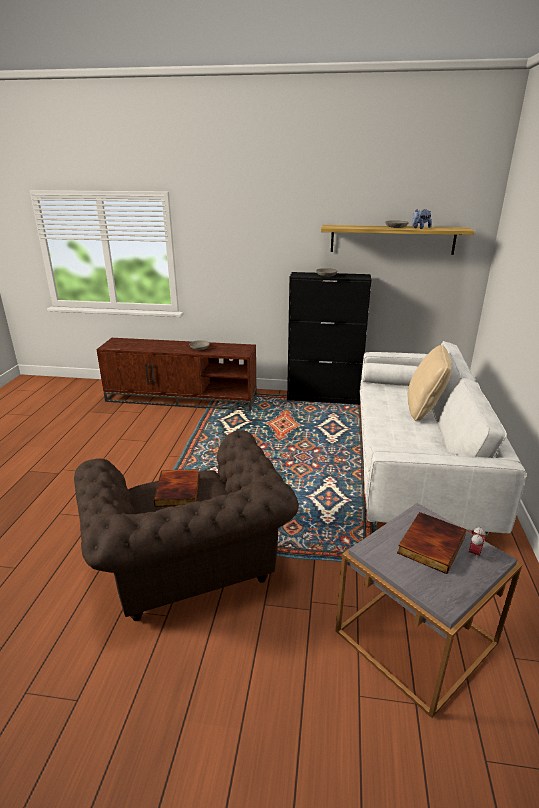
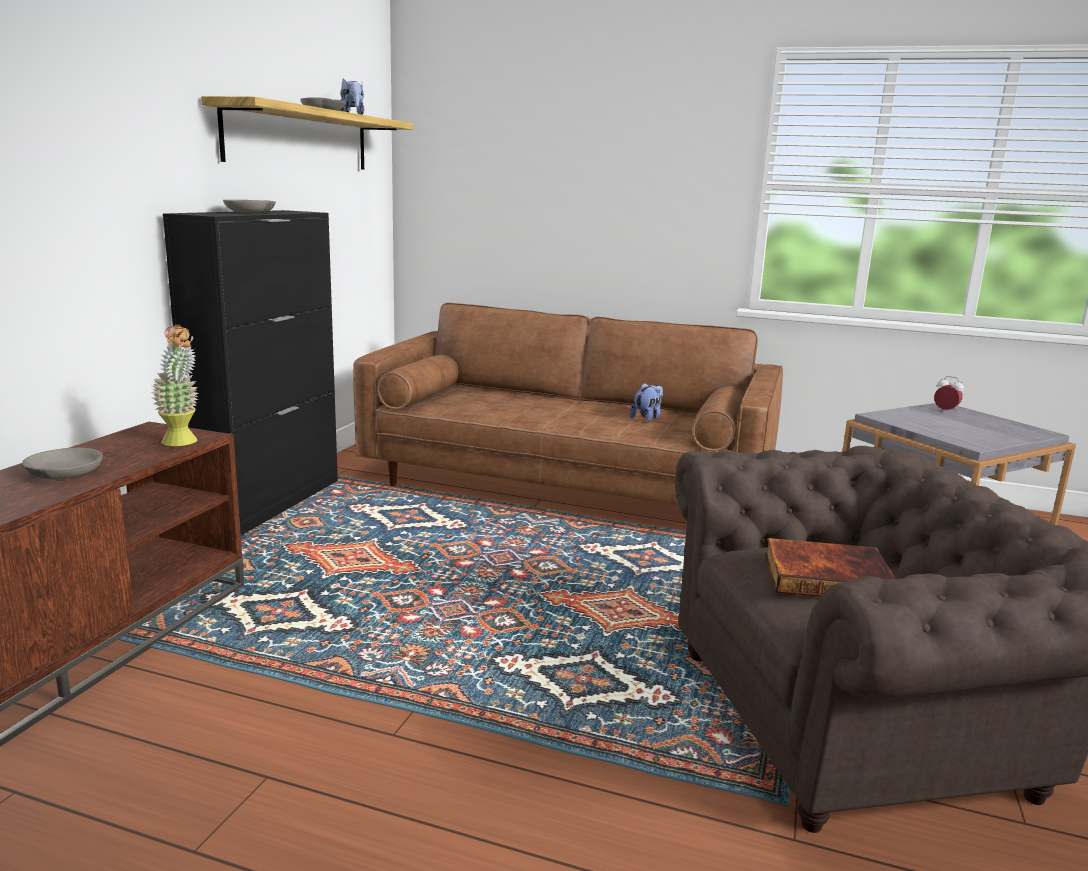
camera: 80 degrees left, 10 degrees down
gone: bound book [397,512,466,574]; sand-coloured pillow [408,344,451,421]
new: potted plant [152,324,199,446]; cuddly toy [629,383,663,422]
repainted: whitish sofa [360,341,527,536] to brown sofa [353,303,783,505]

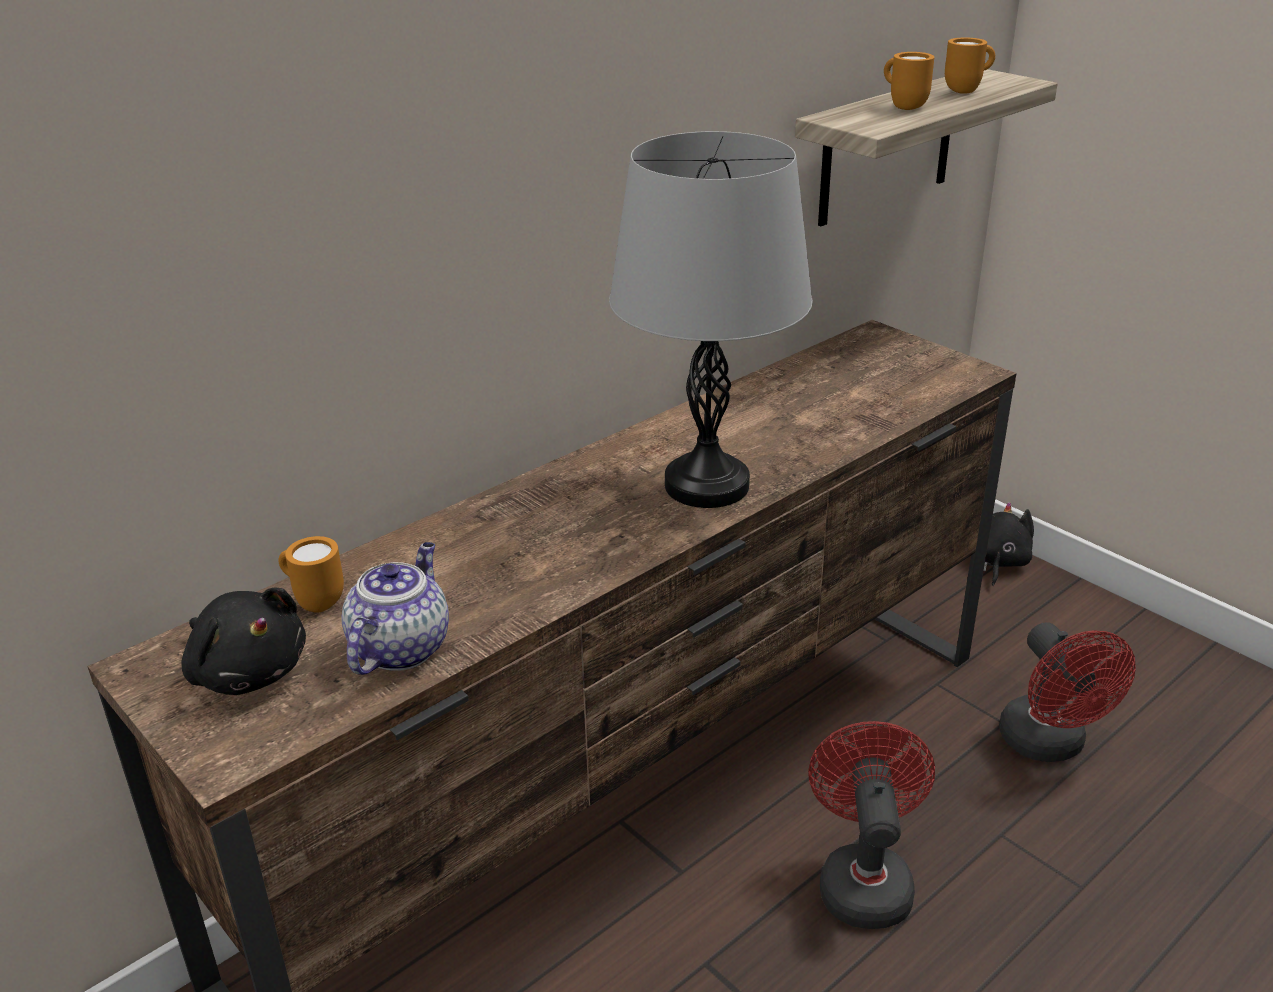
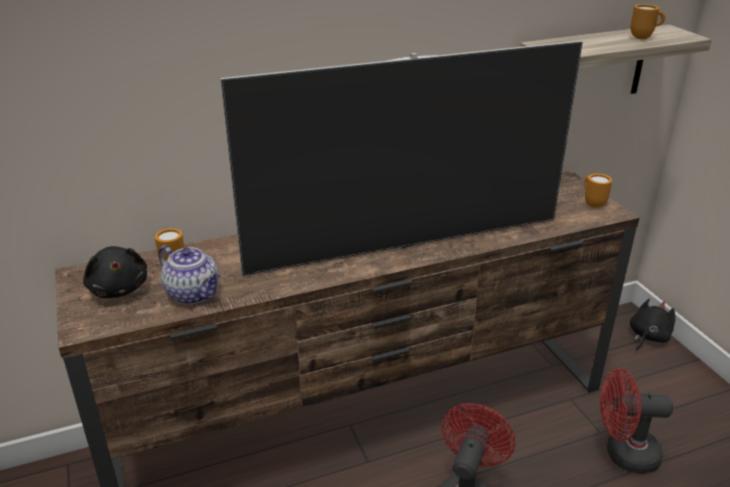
camera: 20 degrees right, 0 degrees up
shifted: orange-coloured mug [884,52,934,110] to [584,173,612,208]
swapped: grey table lamp [609,131,813,508] to TV [220,41,583,276]
rotated: pot for tea [342,542,449,675] = [158,245,220,304] 90 degrees clockwise; red-coloured fan [999,622,1136,762] = [600,368,673,473] 90 degrees clockwise

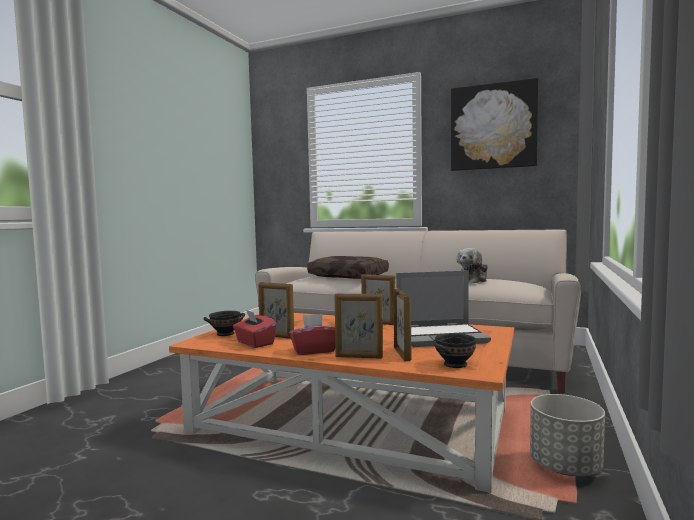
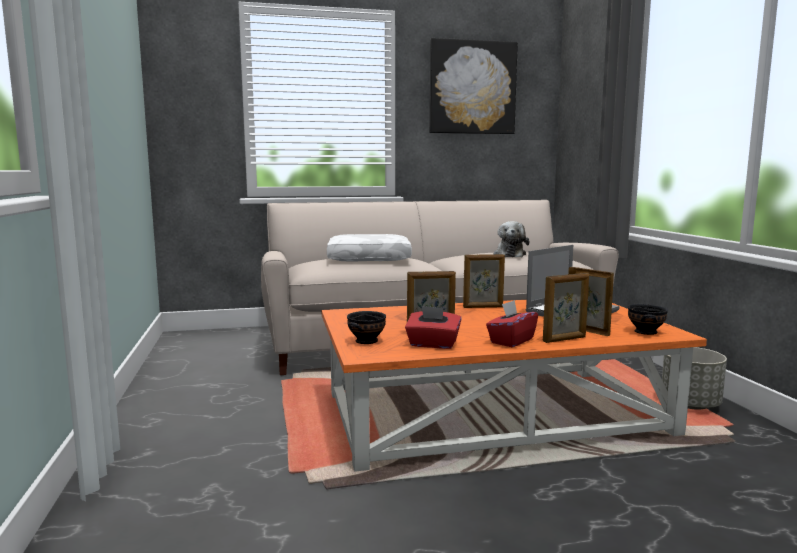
camera: 35 degrees left, 5 degrees up
repainted: brown pillow [307,256,389,279] to whitish pillow [327,234,412,262]

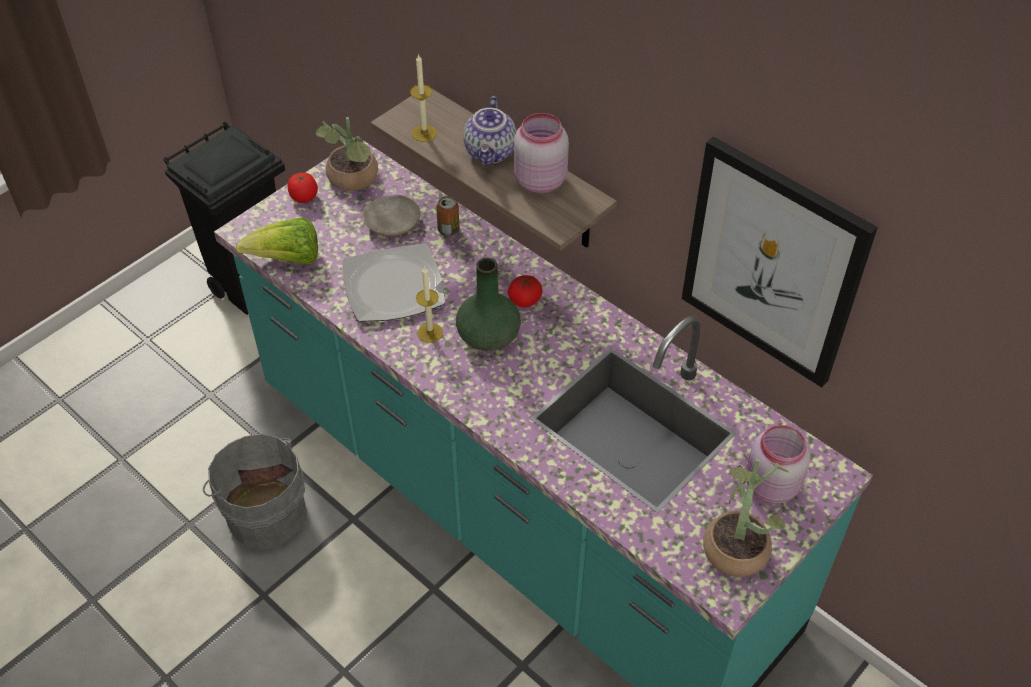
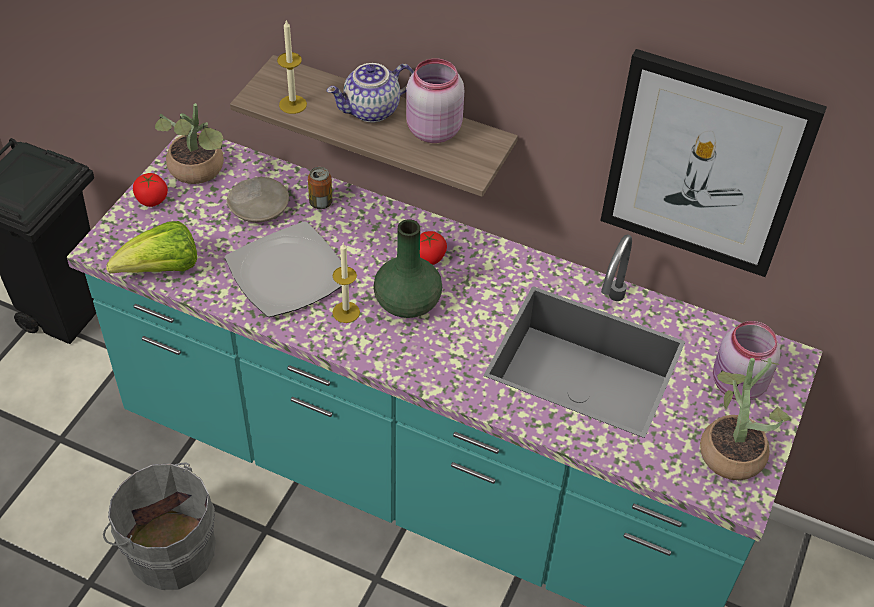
camera: 20 degrees left, 0 degrees up
rotated: pot for tea [463,96,517,165] = [326,63,414,123] 75 degrees clockwise

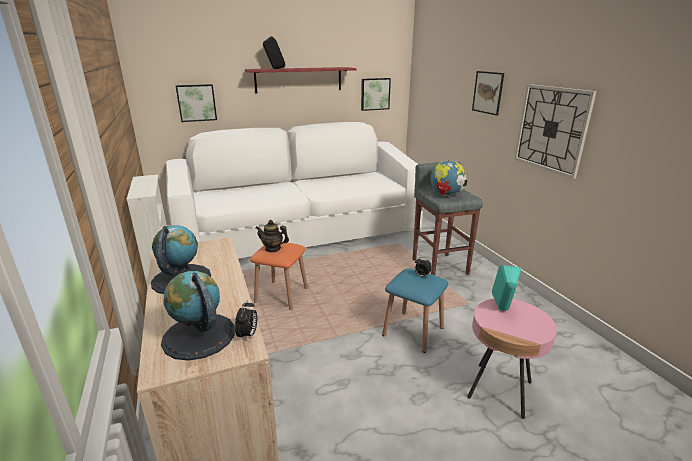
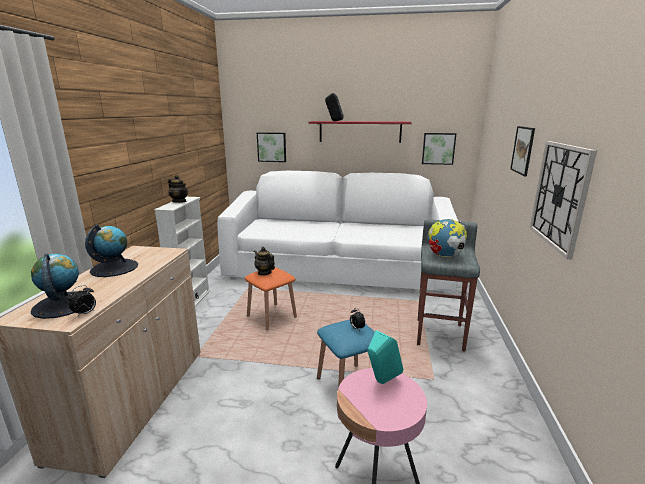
camera: 30 degrees right, 5 degrees down
new: pot for tea [168,175,188,203]

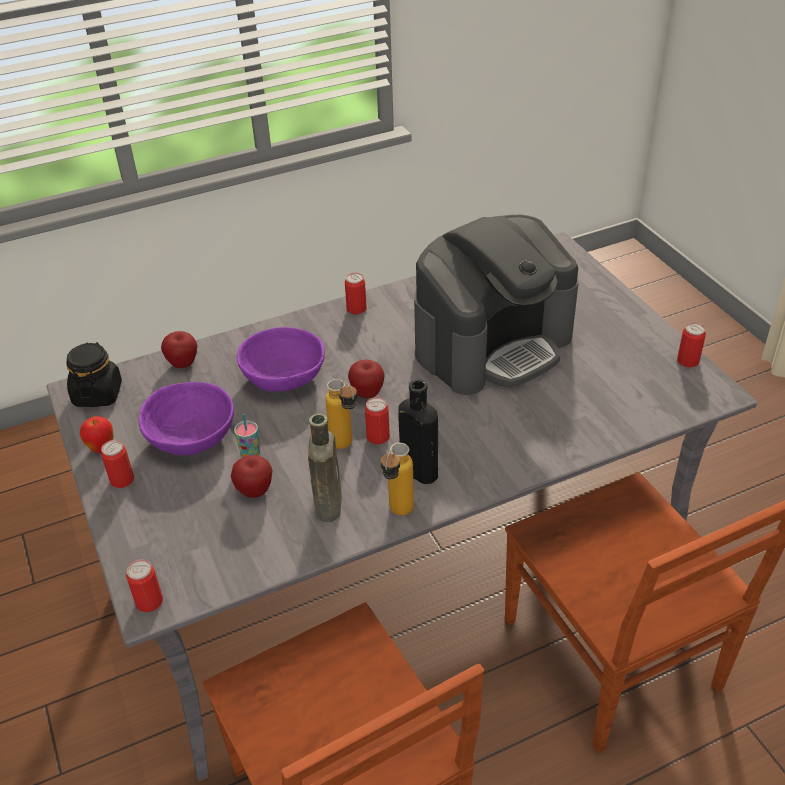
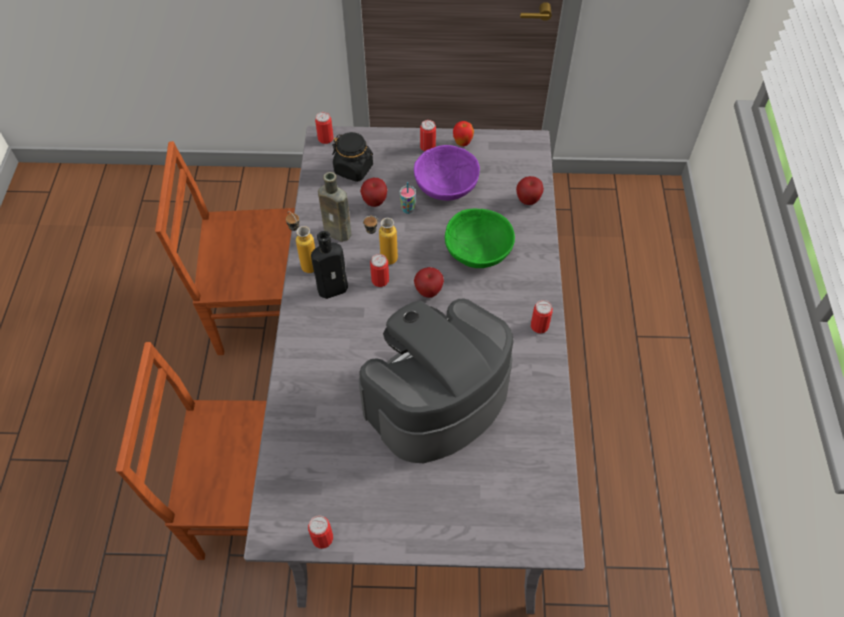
camera: 115 degrees right, 15 degrees up
shifted: black-coloured jar [66,342,122,407] to [332,132,373,182]
repainted: purple-coloured serving bowl [237,327,325,392] to green serving bowl [445,209,515,268]
rotated: coffee brewer [414,215,579,395] = [359,298,514,463] 60 degrees clockwise

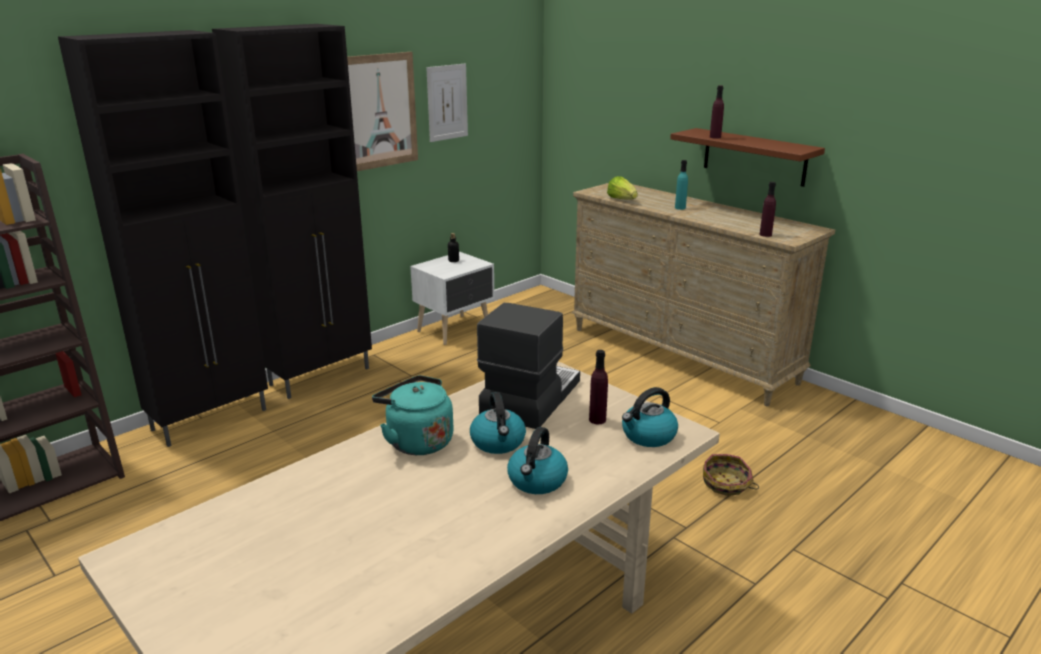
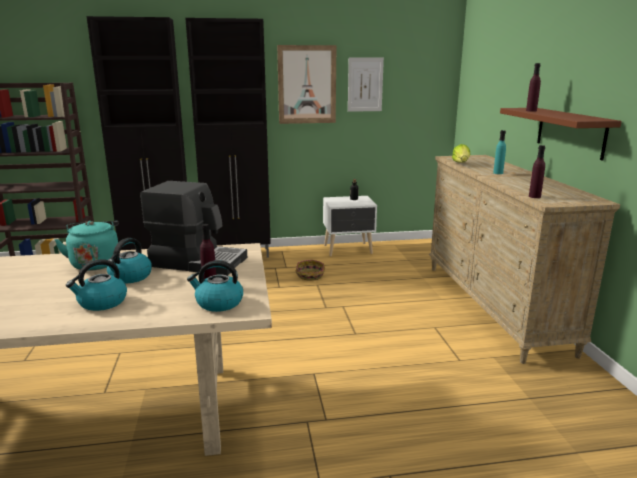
camera: 35 degrees right, 5 degrees down
shifted: basket [703,454,759,496] to [295,260,325,281]
rotated: coffee brewer [477,303,580,429] = [140,181,247,276] 45 degrees clockwise

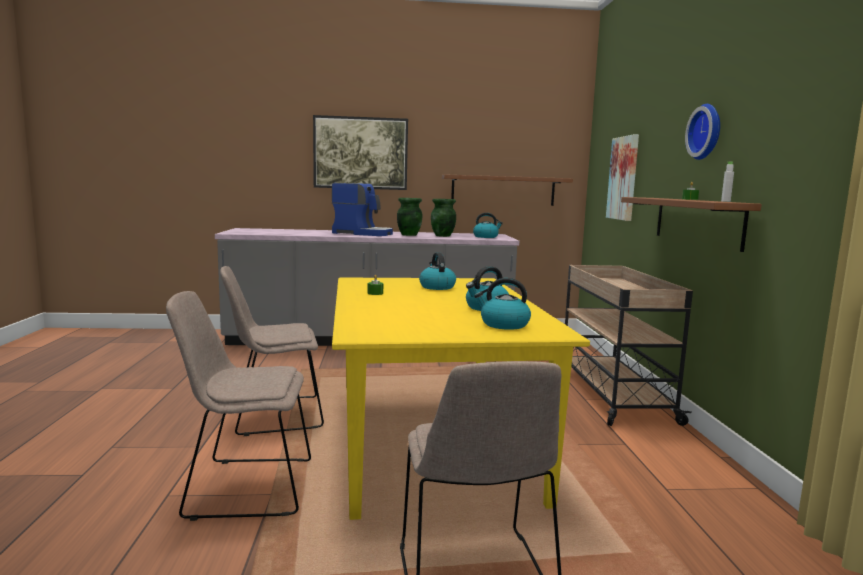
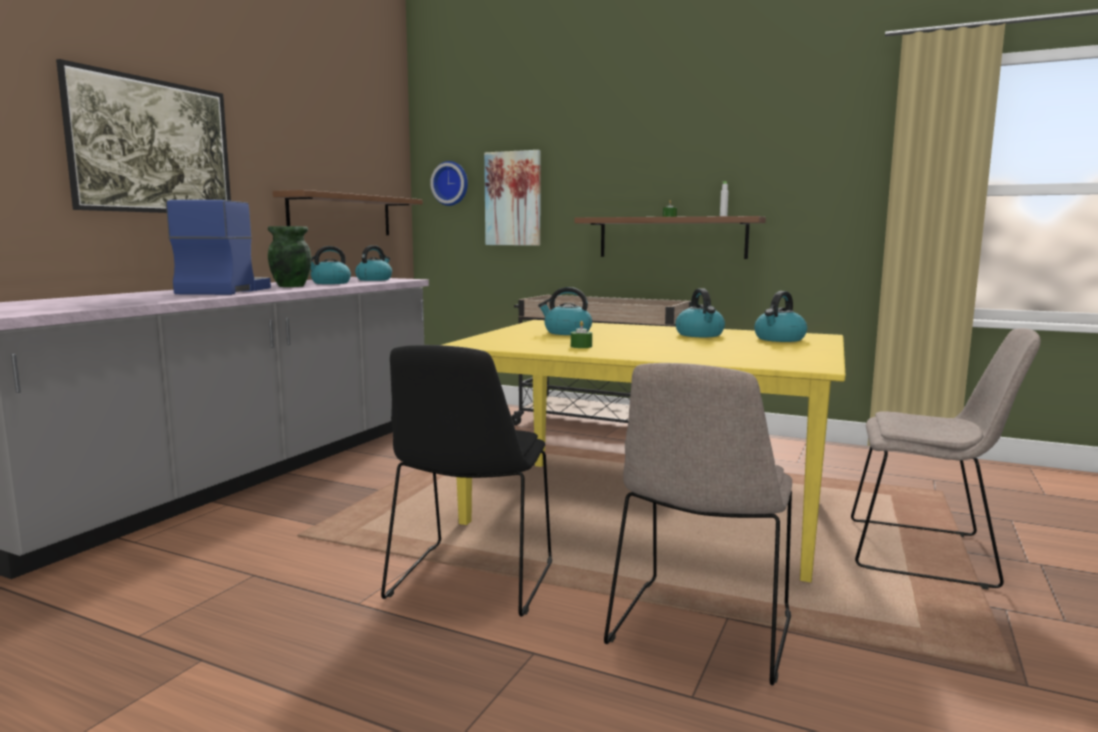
camera: 60 degrees left, 0 degrees up
shifted: wall clock [685,104,720,160] to [430,161,468,206]
swapped: green flower vase [431,199,456,237] to tea kettle [310,246,351,284]
repainted: sand-coloured plain chair [220,266,324,436] to black-coloured plain chair [381,345,552,617]
rotated: coffee brewer [332,183,393,236] = [166,200,271,295] 45 degrees counterclockwise

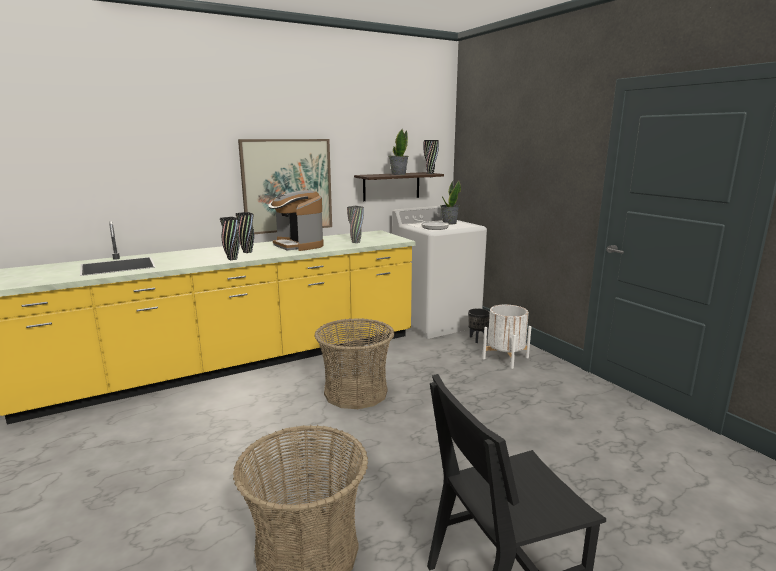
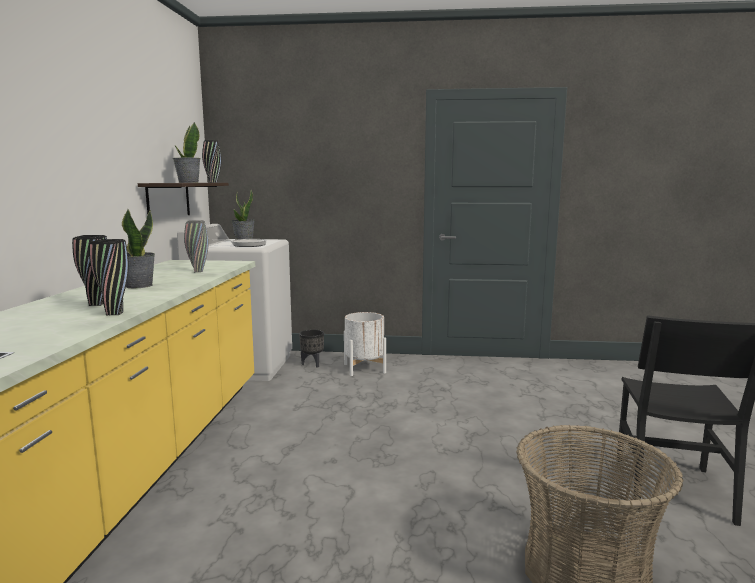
camera: 55 degrees left, 5 degrees down
gone: wall art [238,139,332,234]; basket [315,318,395,409]
swapped: coffee brewer [268,190,324,251] to potted plant [122,209,155,288]

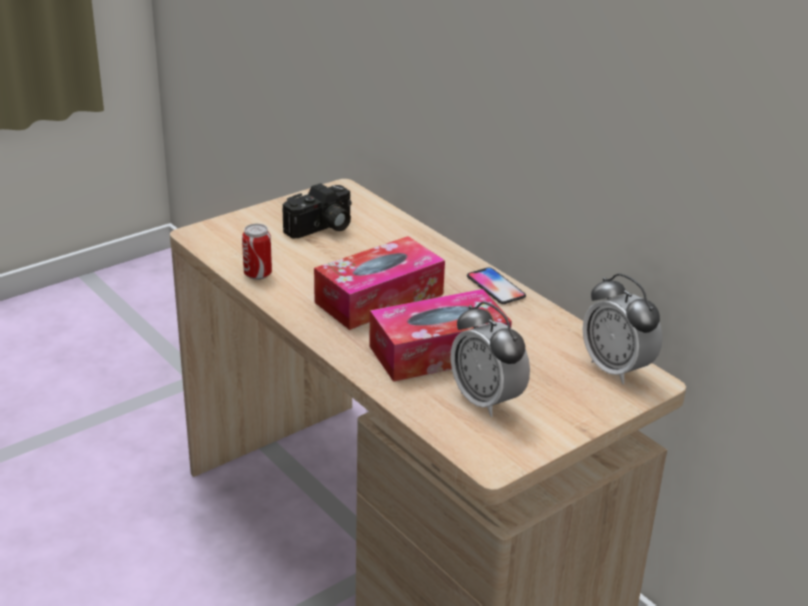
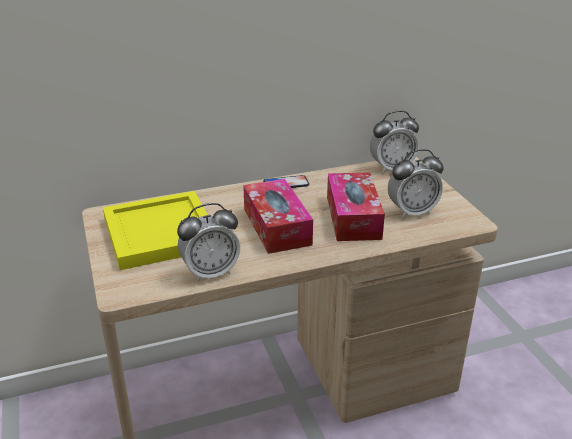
camera: 70 degrees left, 0 degrees up
swapped: still camera [283,183,352,239] to yellow-coloured serving tray [103,191,208,270]; metal can [242,224,272,280] to bedside clock [177,203,240,282]

